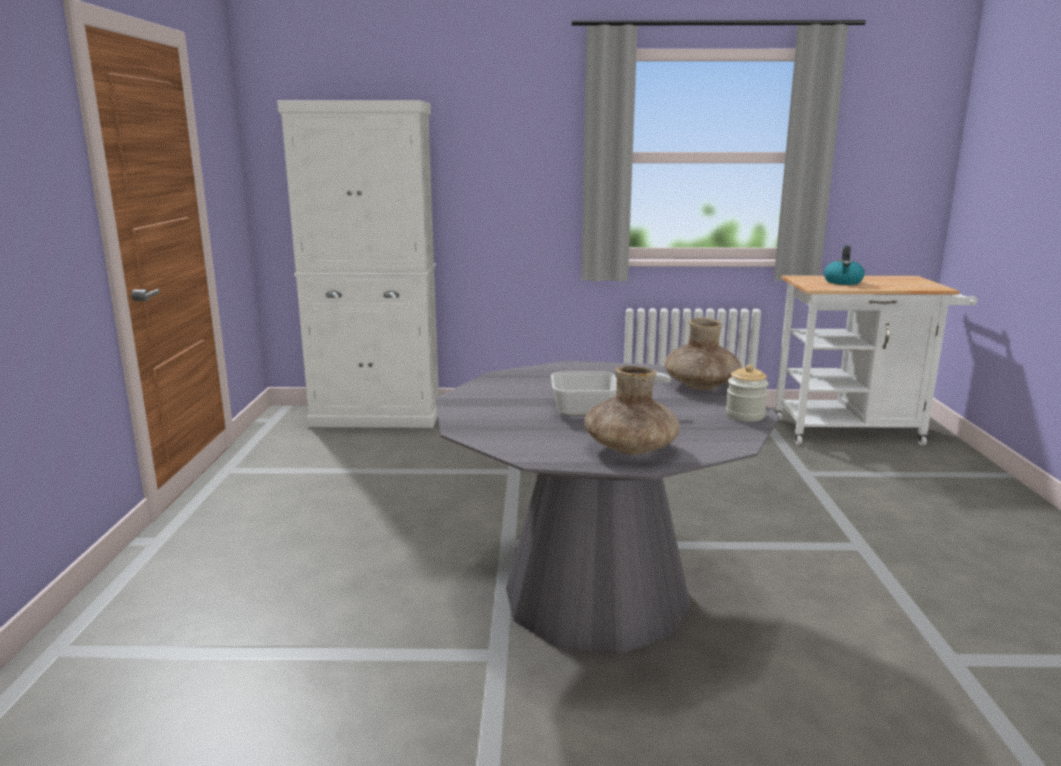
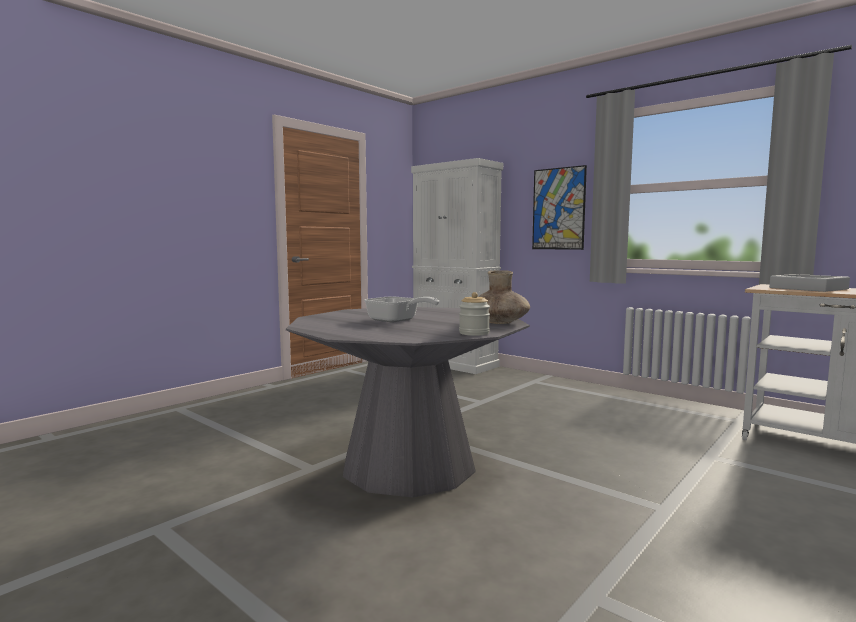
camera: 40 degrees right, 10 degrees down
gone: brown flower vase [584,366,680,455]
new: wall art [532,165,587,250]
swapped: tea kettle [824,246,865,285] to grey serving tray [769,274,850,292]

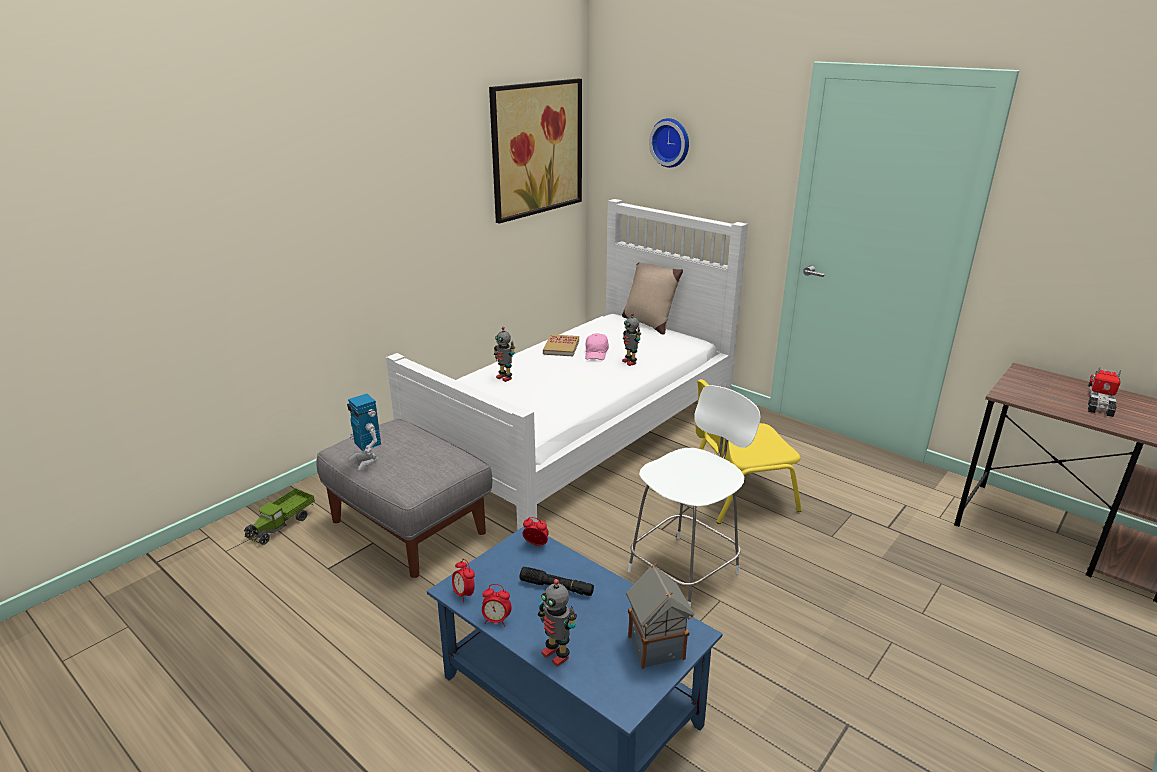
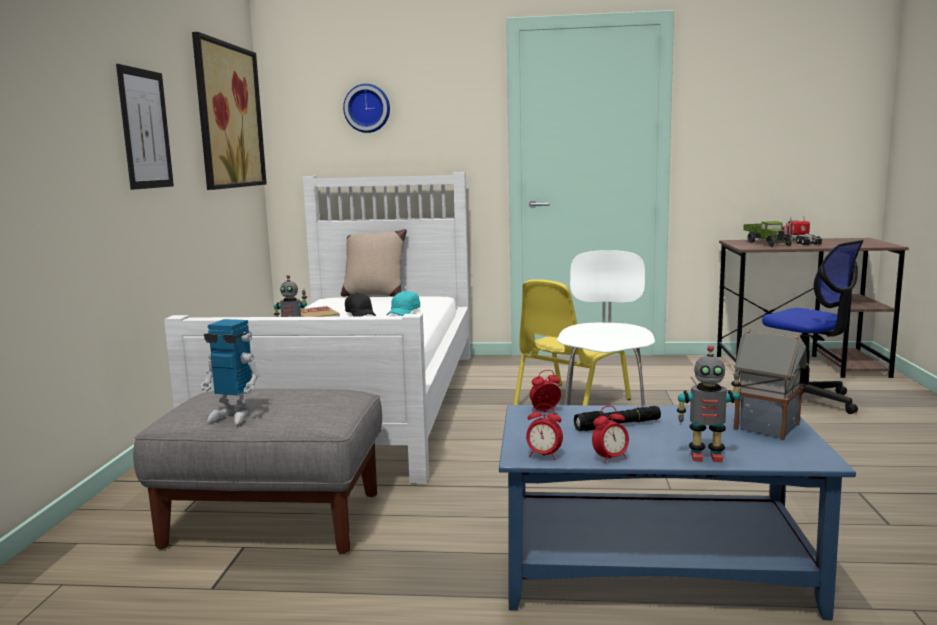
camera: 35 degrees left, 15 degrees down
new: wall art [116,64,174,190]; office chair [762,240,864,414]
shifted: toy truck [244,488,315,545] to [743,221,792,247]
swapped: toy robot [622,313,641,366] to blue-green peaked cap [387,291,420,316]
repainted: pink peaked cap [585,333,609,360] to black-coloured peaked cap [345,293,376,316]

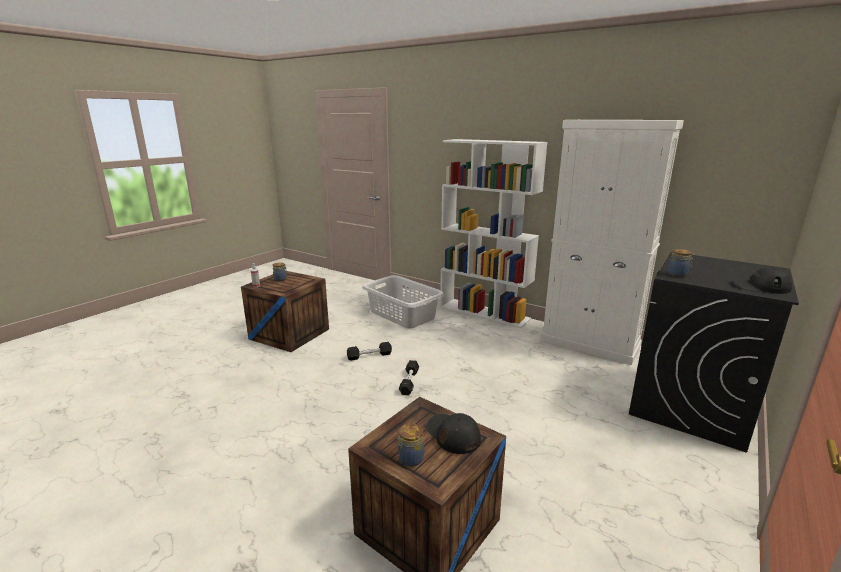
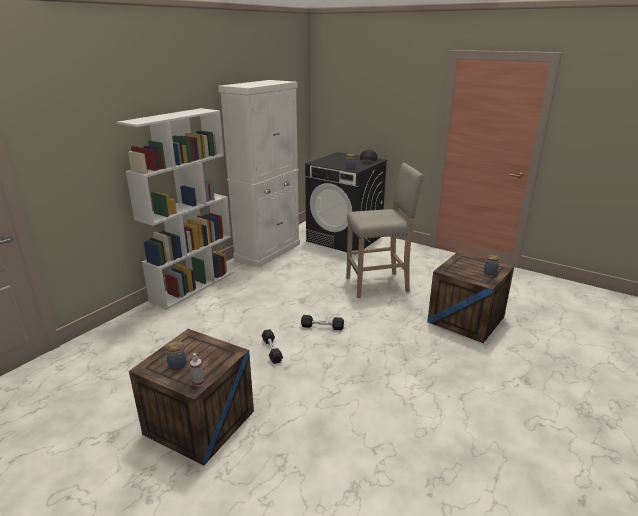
camera: 90 degrees left, 5 degrees up
gone: grey hamper [362,275,444,329]; black-coloured peaked cap [426,413,481,454]
new: sand-coloured stool [346,163,424,298]

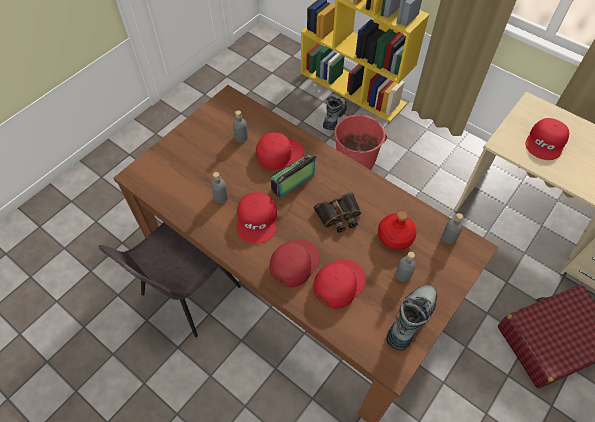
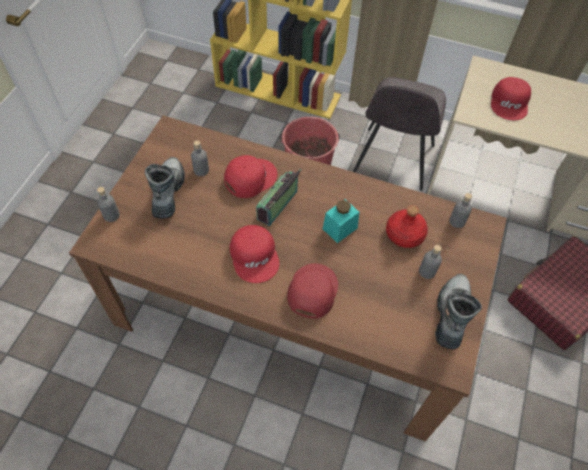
camera: 20 degrees left, 0 degrees up
gone: red-coloured peaked cap [313,259,366,309]
shifted: grey beverage bottle [211,172,228,203] to [97,187,120,222]; boot [323,96,347,130] to [145,157,185,219]; grey plain chair [98,223,241,337] to [353,77,446,191]
swapped: field glasses [314,192,361,233] to blue-green jar [323,199,359,243]

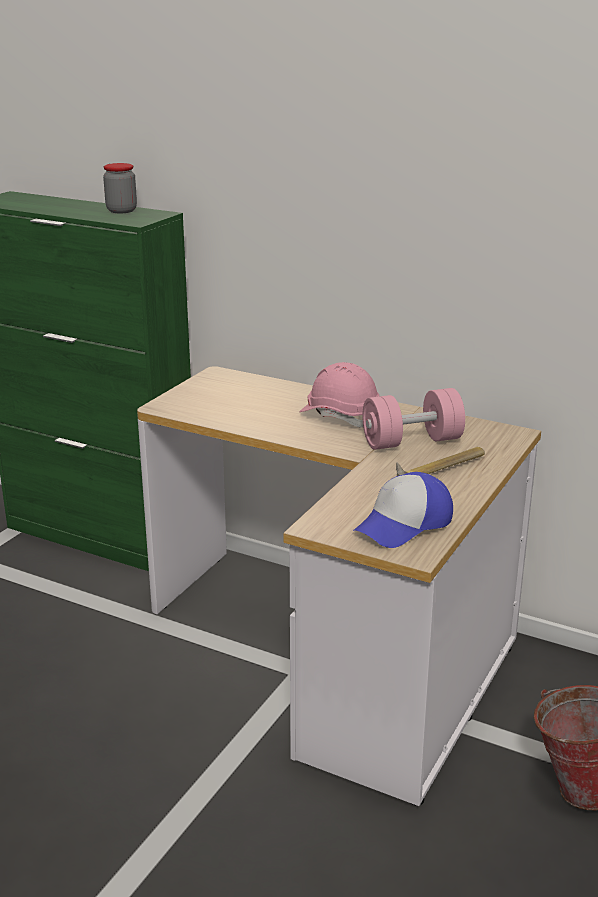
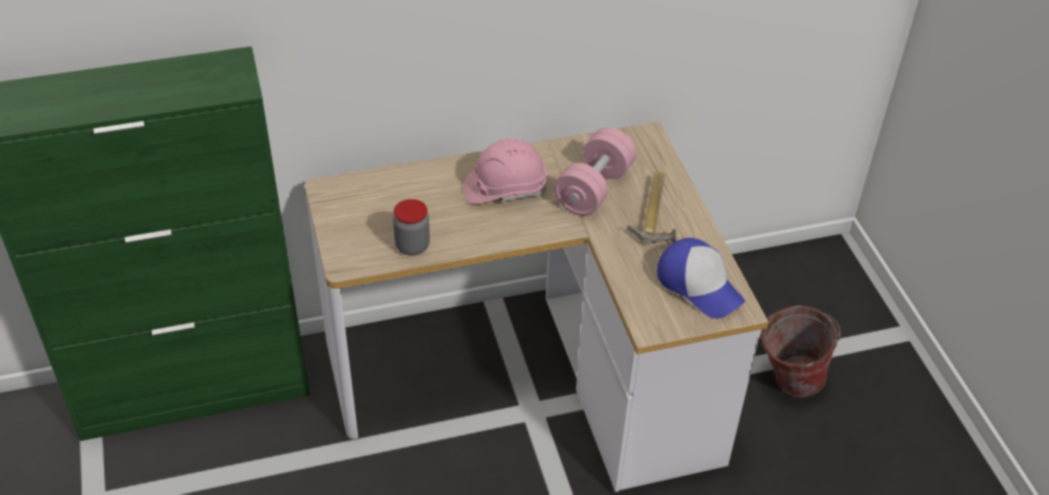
camera: 45 degrees left, 20 degrees up
shifted: jar [103,163,137,213] to [393,199,430,256]
rotated: peaked cap [353,472,453,548] = [657,238,745,318] 45 degrees counterclockwise

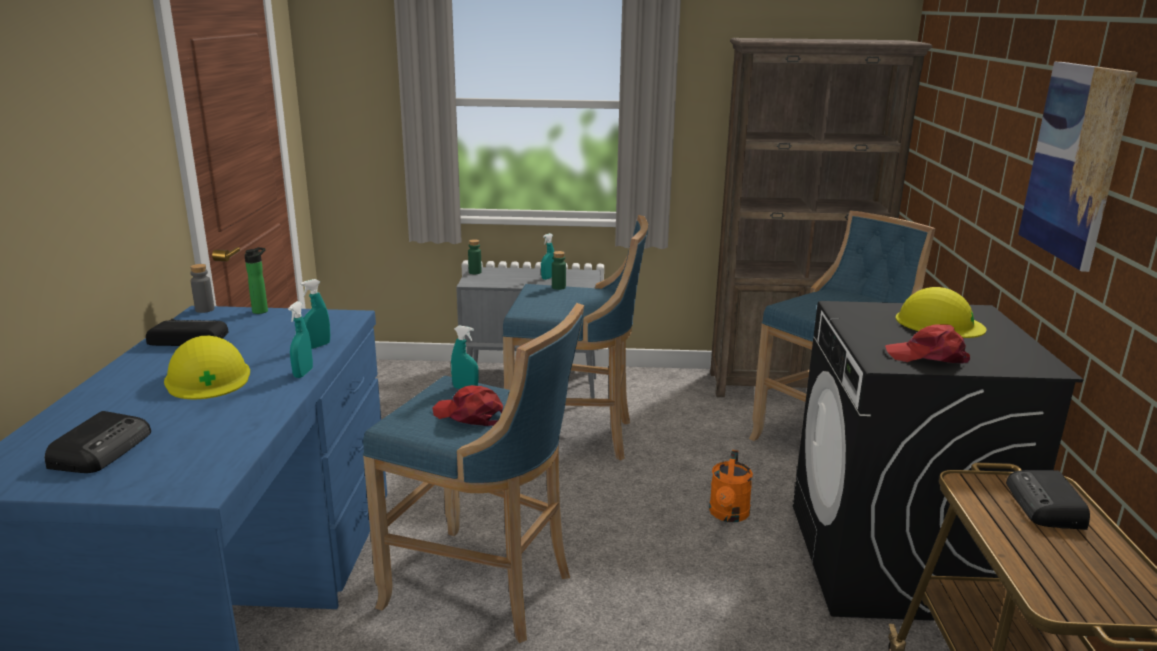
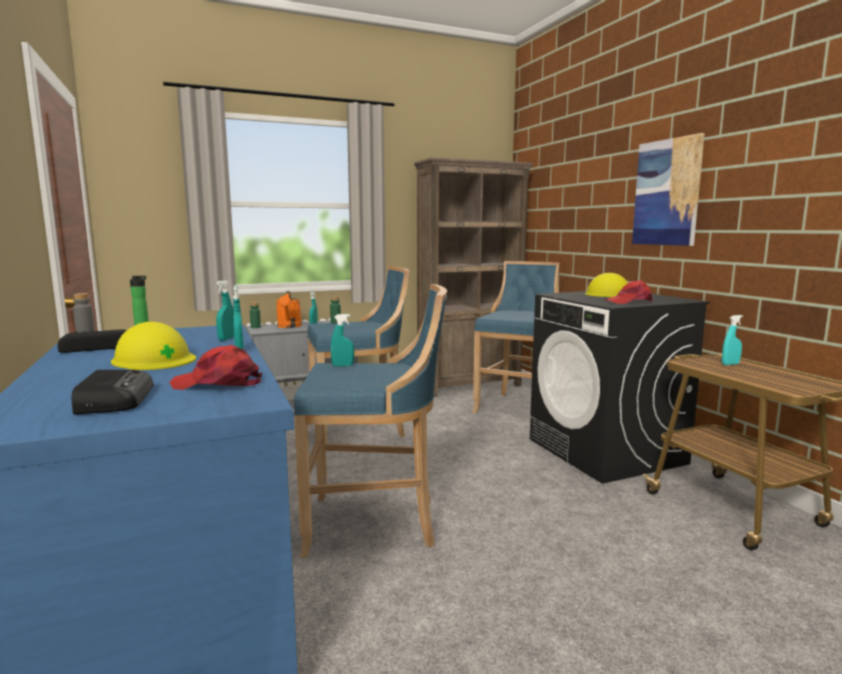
camera: 25 degrees left, 10 degrees down
shifted: red-coloured peaked cap [433,385,503,426] to [169,345,262,390]; orange-coloured sprinkling can [709,450,753,522] to [276,291,302,328]
swapped: radio receiver [1006,470,1090,530] to blue-green spray bottle [722,315,743,365]

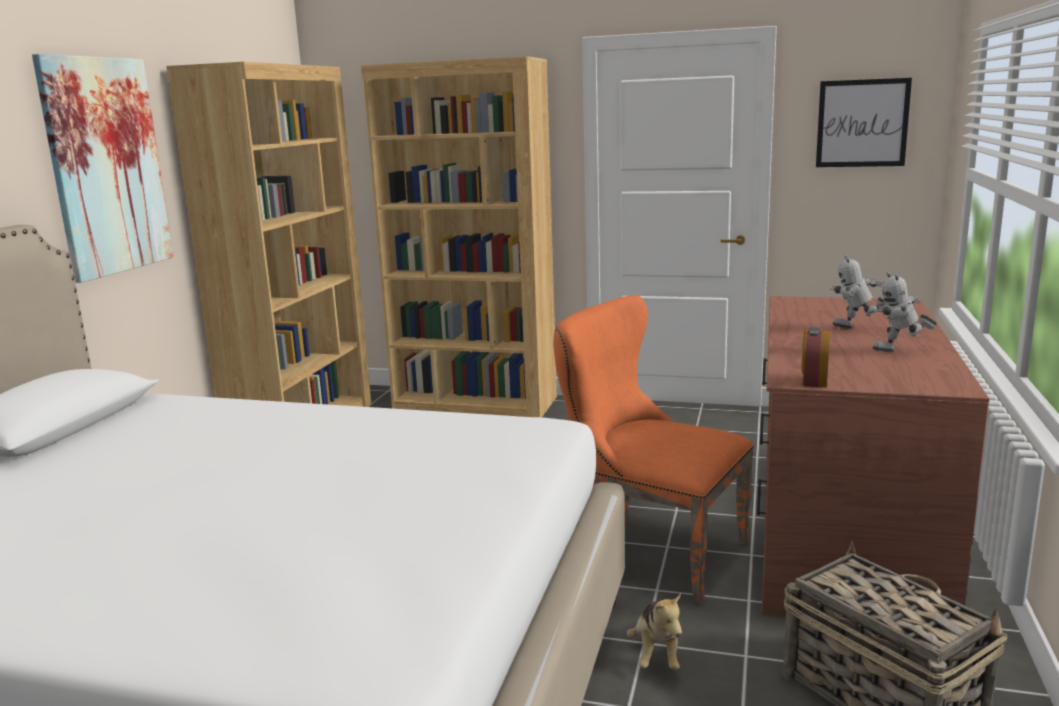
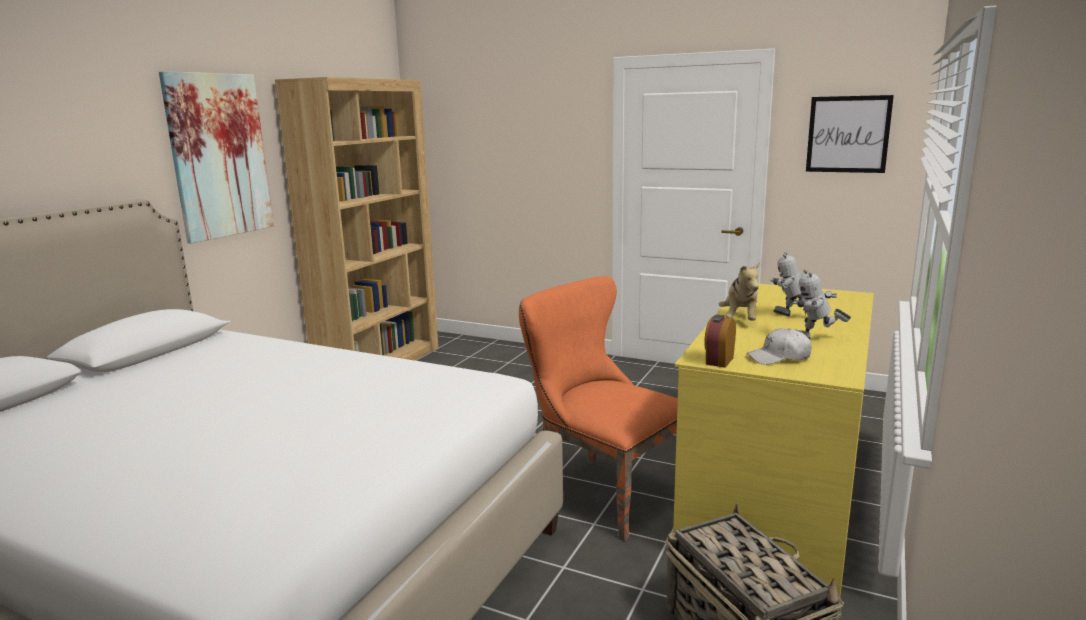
camera: 10 degrees right, 0 degrees up
gone: brown shelving unit [361,56,557,417]
new: whitish peaked cap [747,328,812,365]
shifted: cuddly toy [627,593,682,670] to [719,262,760,321]
repainted: brown desk table [757,296,990,616] to yellow-coloured desk table [673,283,874,597]

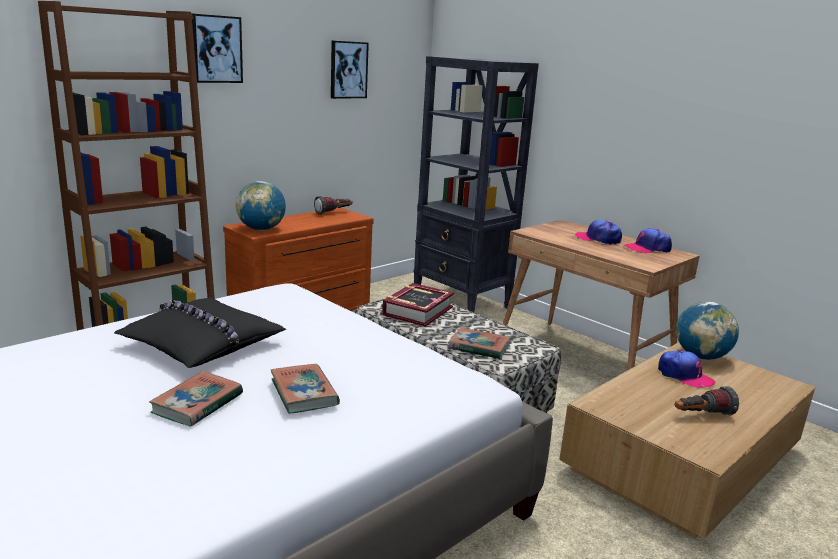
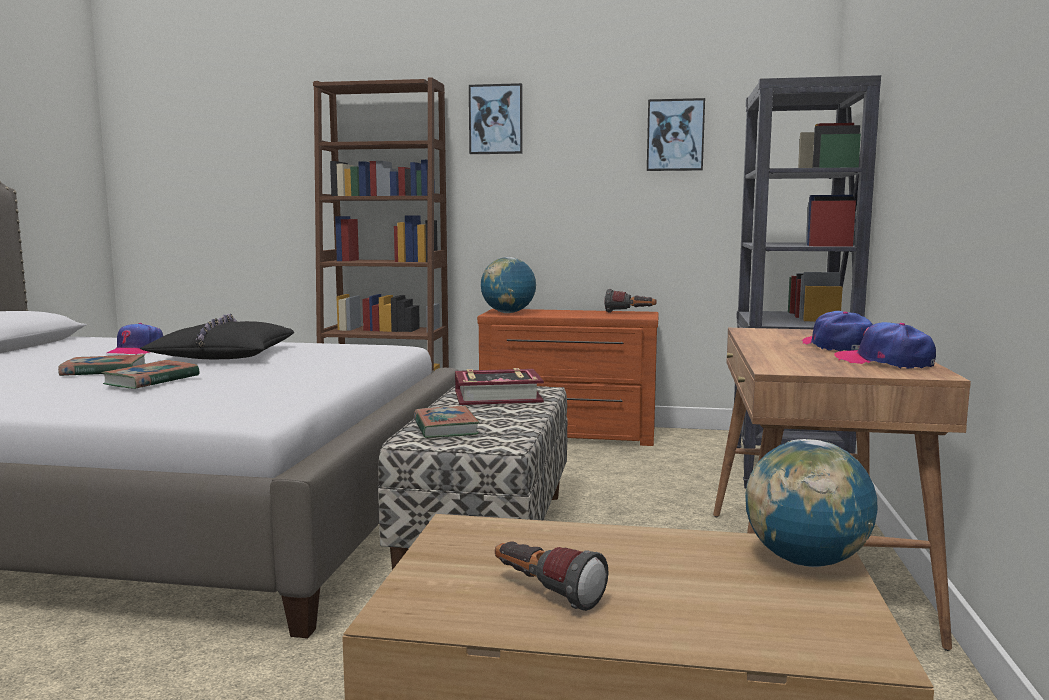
camera: 55 degrees right, 10 degrees down
shifted: peaked cap [658,350,715,388] to [107,323,163,355]

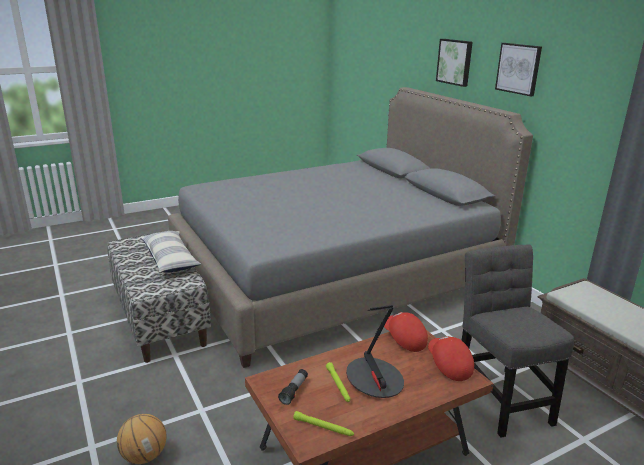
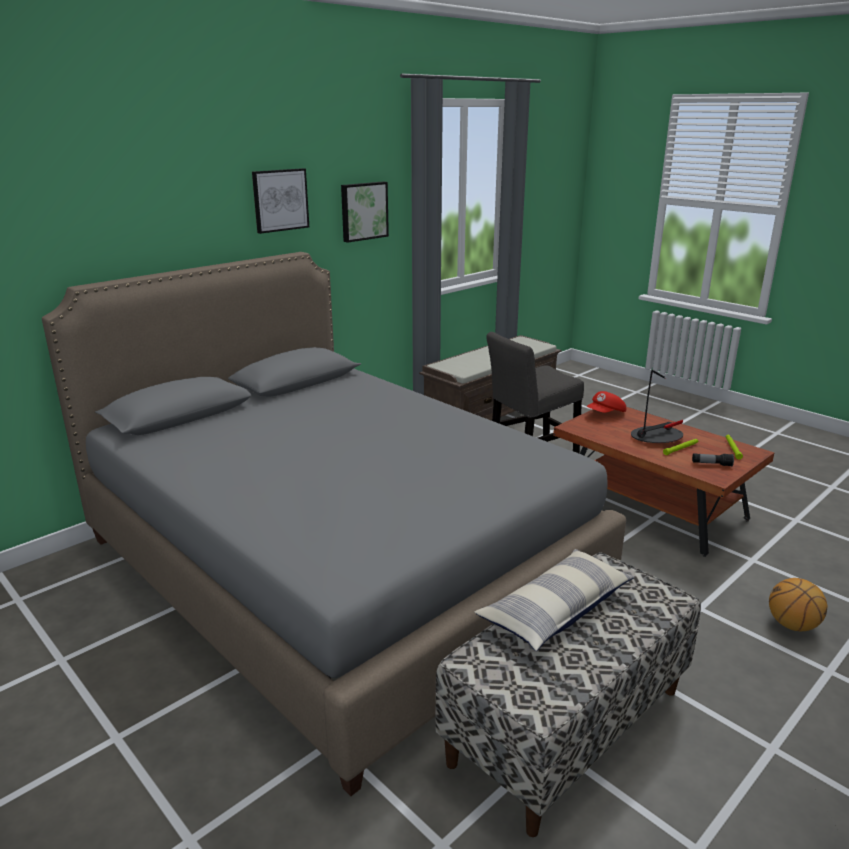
camera: 105 degrees left, 0 degrees up
gone: red-coloured peaked cap [384,312,428,352]
shifted: wall art [436,39,473,87] to [341,182,389,243]

